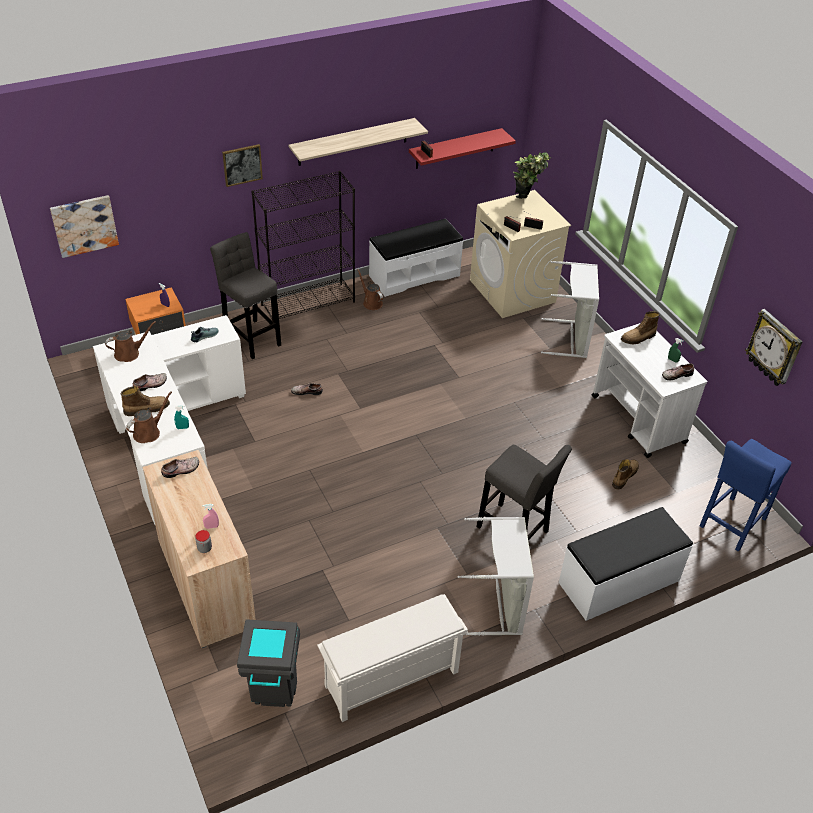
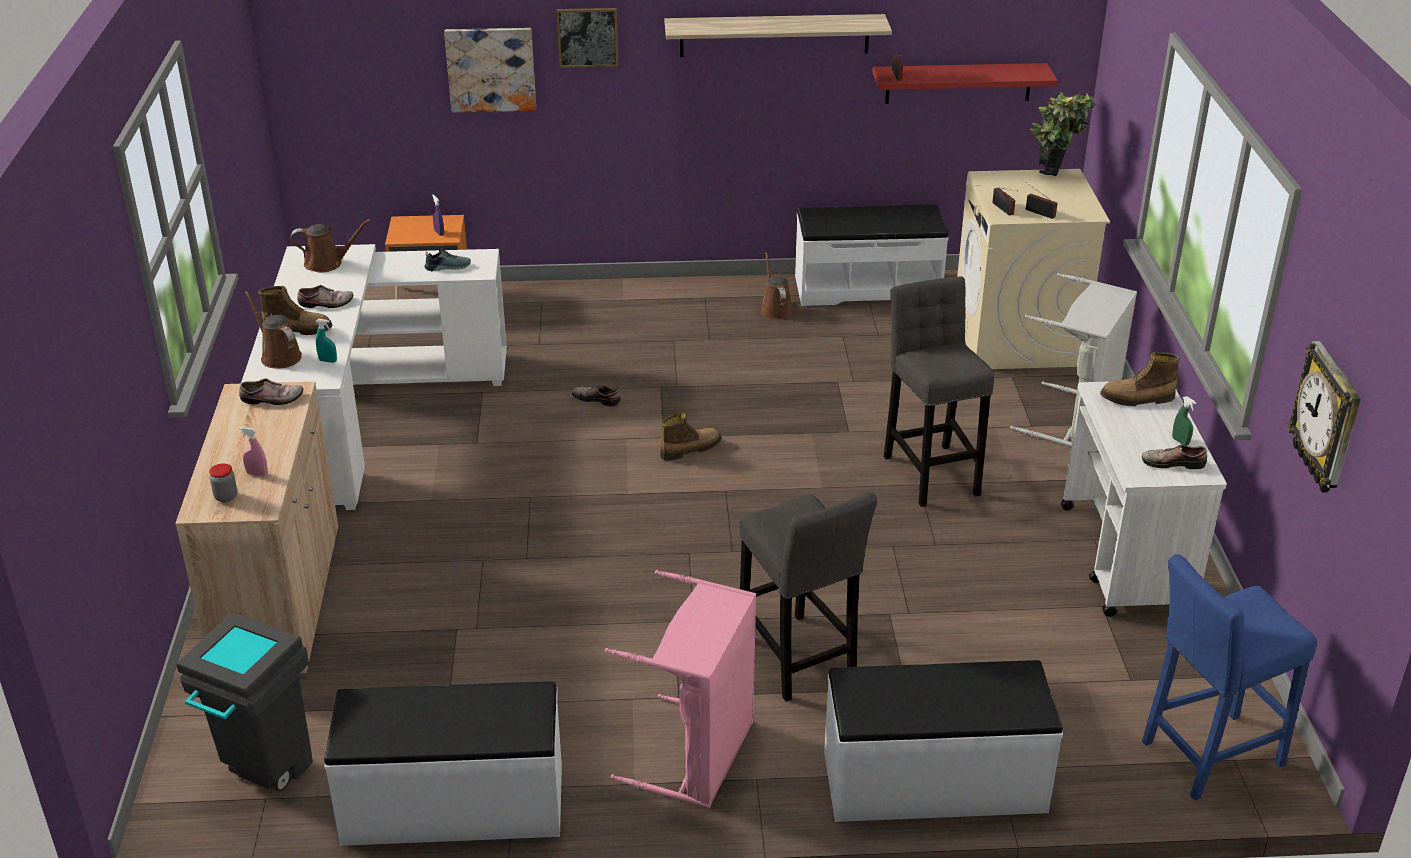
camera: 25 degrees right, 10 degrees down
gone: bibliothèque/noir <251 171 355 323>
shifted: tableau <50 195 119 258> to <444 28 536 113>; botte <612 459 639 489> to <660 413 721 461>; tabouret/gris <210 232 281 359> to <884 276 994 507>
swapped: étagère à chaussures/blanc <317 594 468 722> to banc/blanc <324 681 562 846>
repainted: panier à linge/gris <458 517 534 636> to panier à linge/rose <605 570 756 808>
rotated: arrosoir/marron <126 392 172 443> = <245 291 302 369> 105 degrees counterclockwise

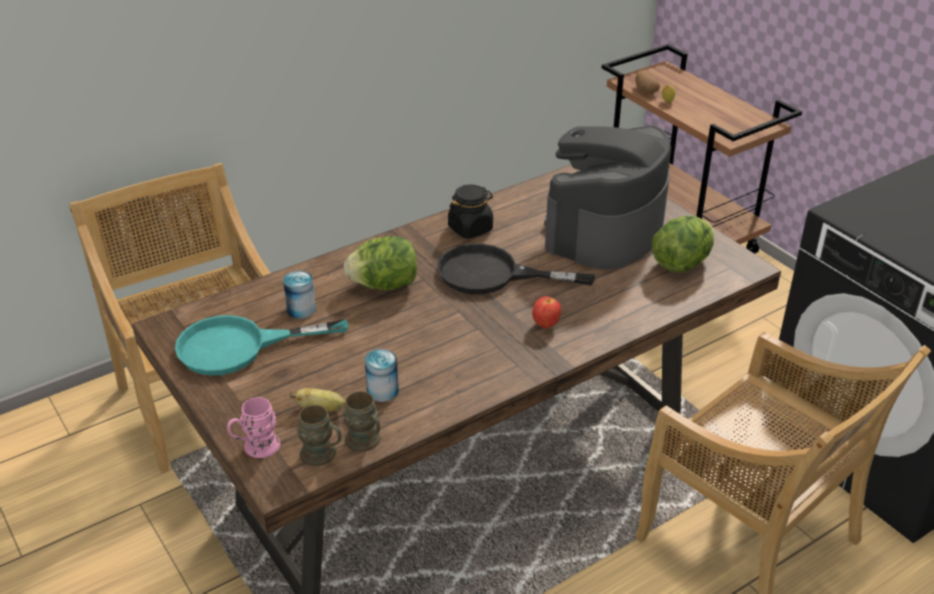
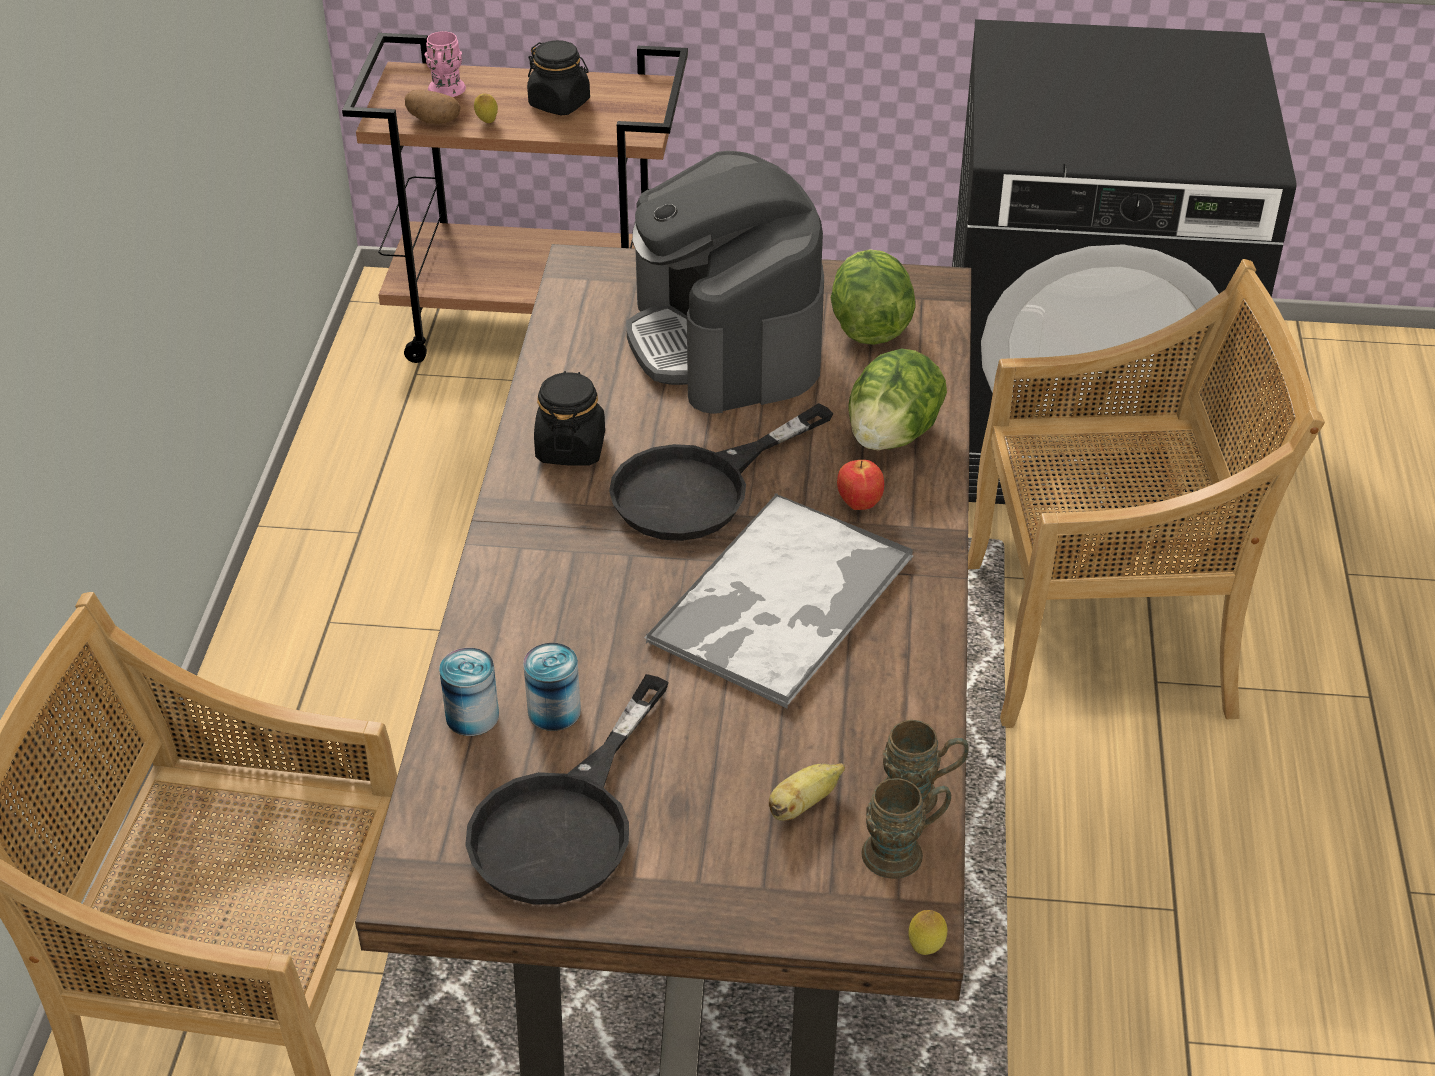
camera: 50 degrees left, 5 degrees up
new: bocal/noir <527 40 590 115>; plateau <644 493 914 708>; citron <908 910 947 955>
shifted: mug/rose <227 397 280 458> to <424 31 466 97>; boîte métallique <365 349 399 402> to <439 648 499 736>; laitue <344 236 417 290> to <848 349 947 450>
repainted: poêle/turquoise <175 315 348 376> to poêle/noir <465 674 668 905>

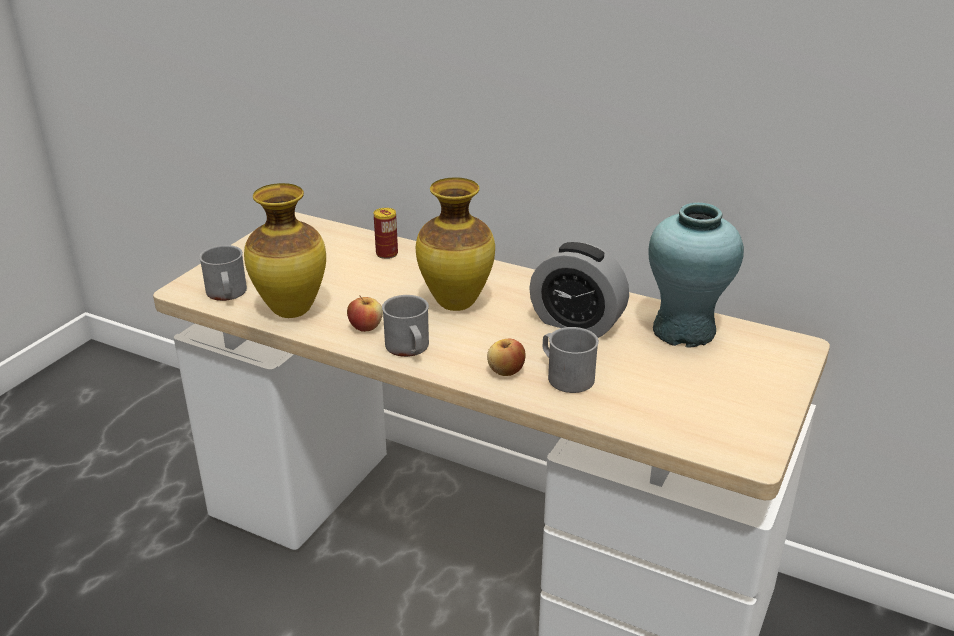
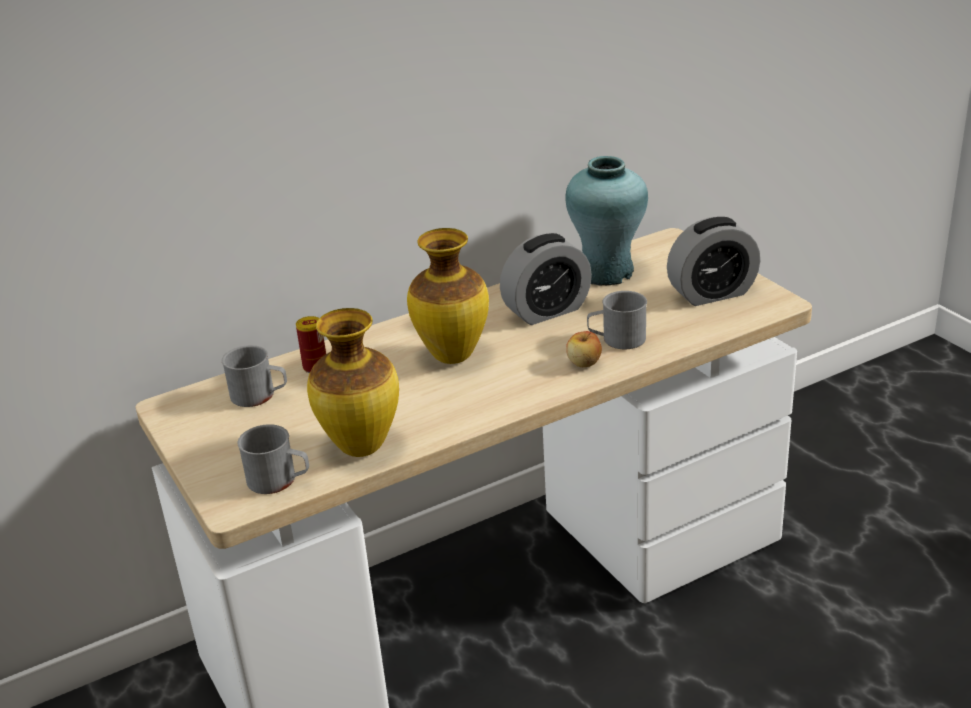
camera: 55 degrees left, 0 degrees up
gone: pomme <347 295 383 332>
new: réveil <667 217 760 306>
shifted: mug/gris <382 295 429 357> to <222 345 287 407>

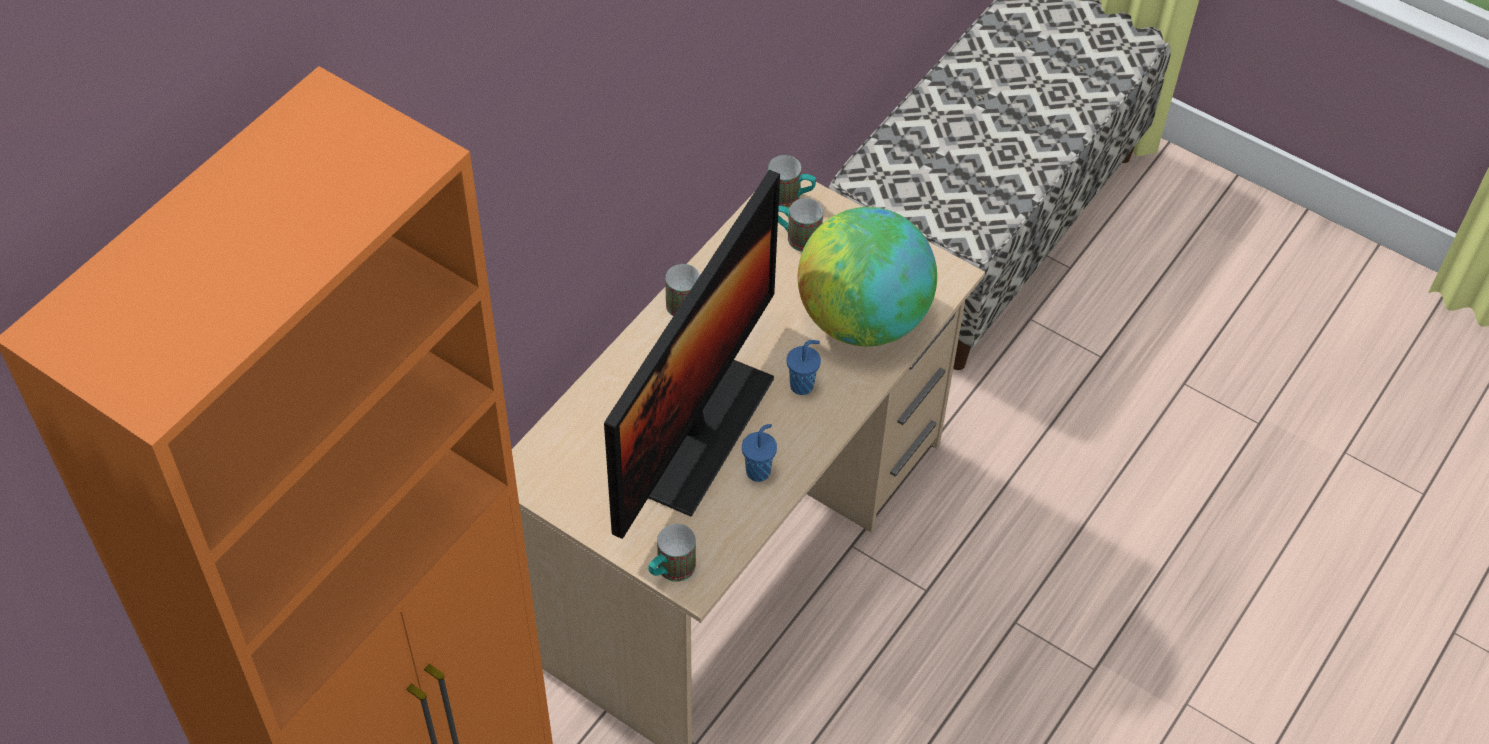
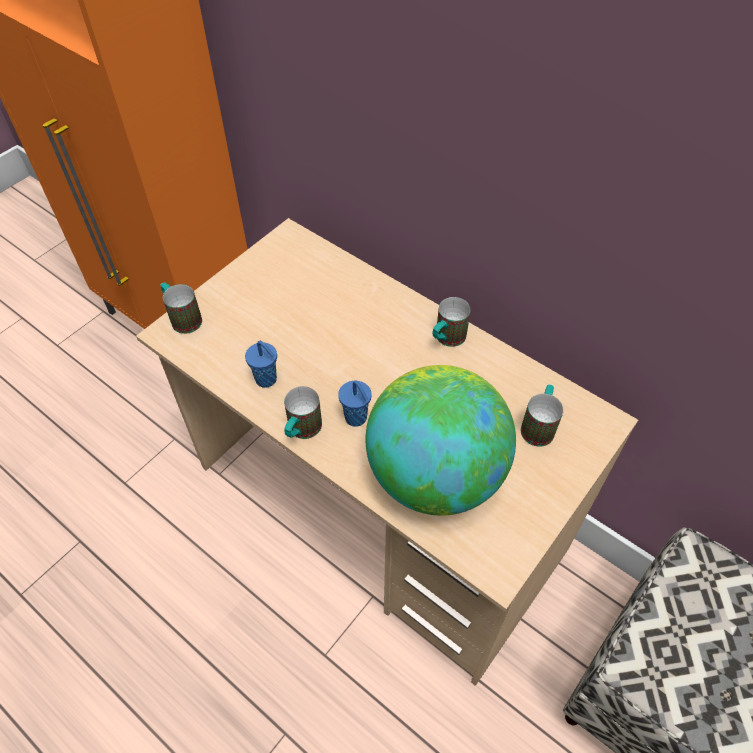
camera: 95 degrees right, 0 degrees up
gone: écran d'ordinateur <604 170 780 539>
shifted: mug <768 155 816 208> to <284 386 322 439>

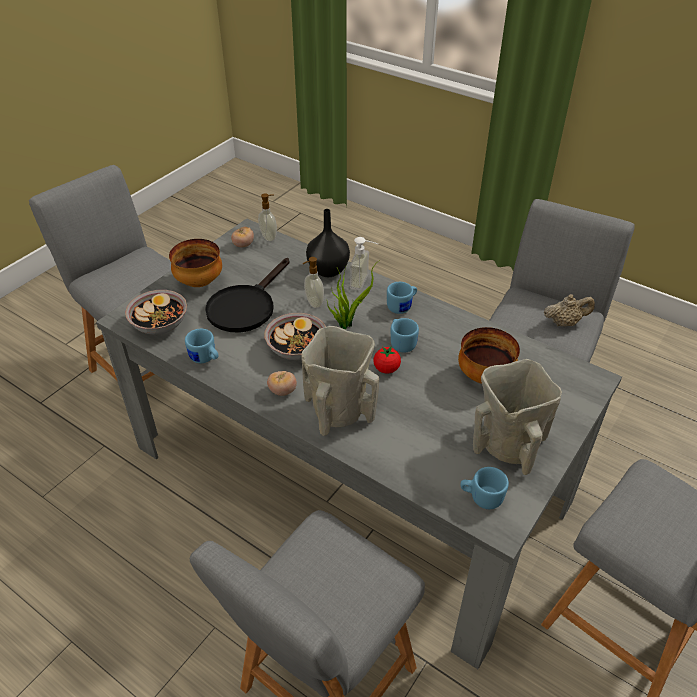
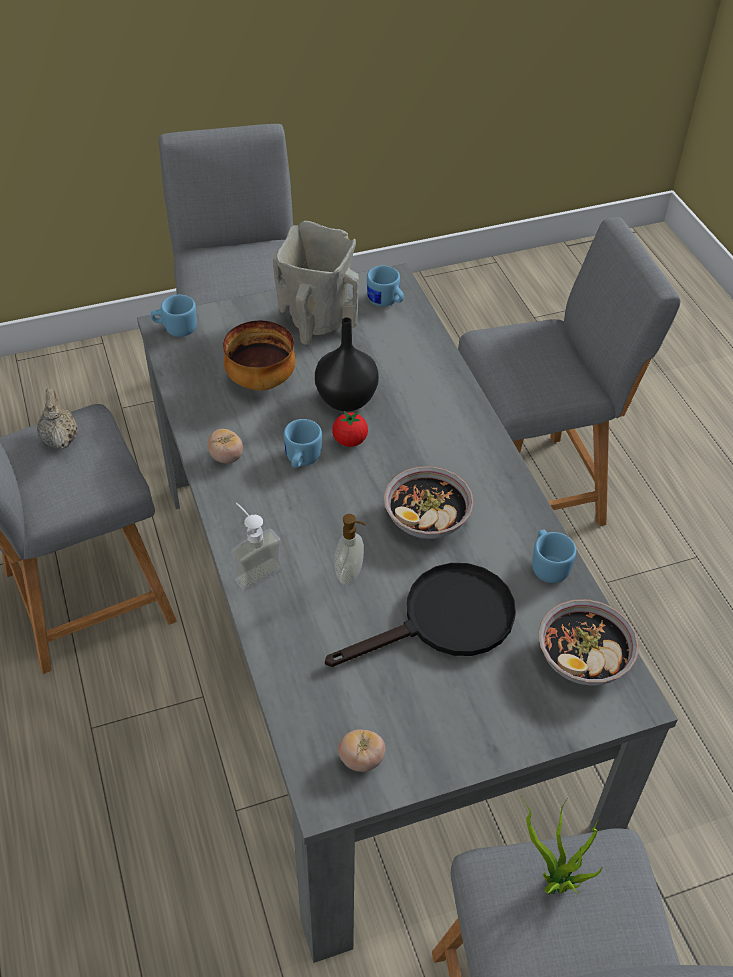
camera: 145 degrees left, 5 degrees up
gone: bol <169 239 222 287>; distributeur de savon <258 193 277 241>; vase/beige <301 326 379 436>
shifted: mug/bleu <387 282 417 314> to <151 295 197 337>; tomate <267 371 297 396> to <207 429 243 464>; vase/noir <306 209 350 277> to <315 317 379 411>; plante en pot <326 260 380 329> to <521 796 605 894>
rotated: théière/beige <544 294 595 326> = <37 388 78 449> 45 degrees clockwise

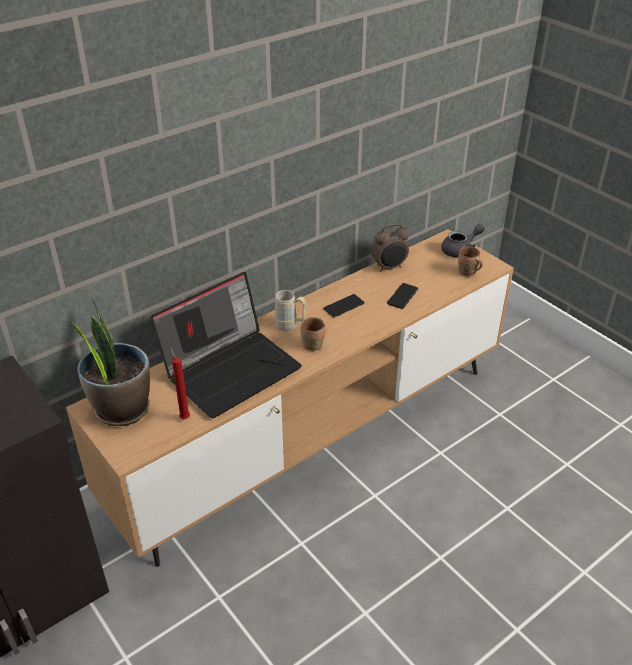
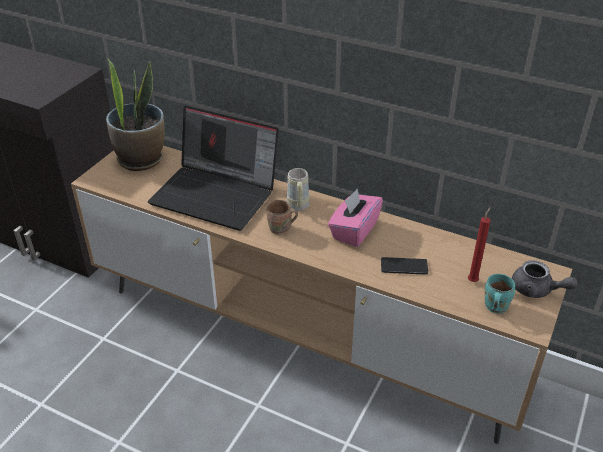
camera: 65 degrees right, 0 degrees up
gone: réveil <371 224 409 272>
shifted: bougie/rouge <170 348 190 419> to <468 207 491 282>
swapped: téléphone <323 294 364 317> to boîte à mouchoirs/rose <328 189 383 247>
repainted: mug/marron <458 246 483 277> to mug/turquoise <485 274 515 314>

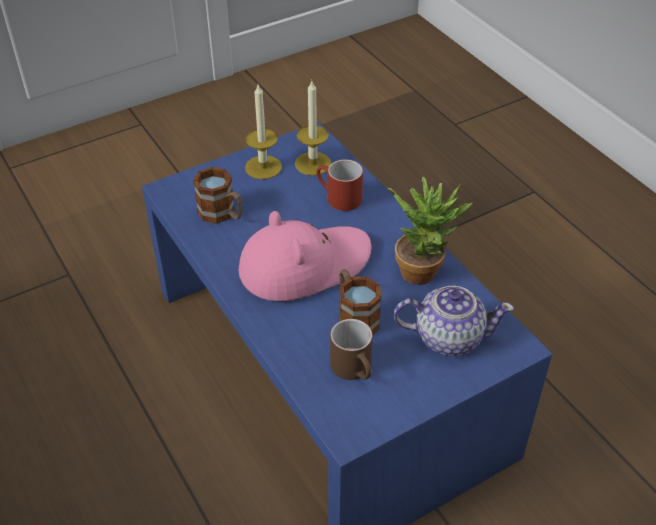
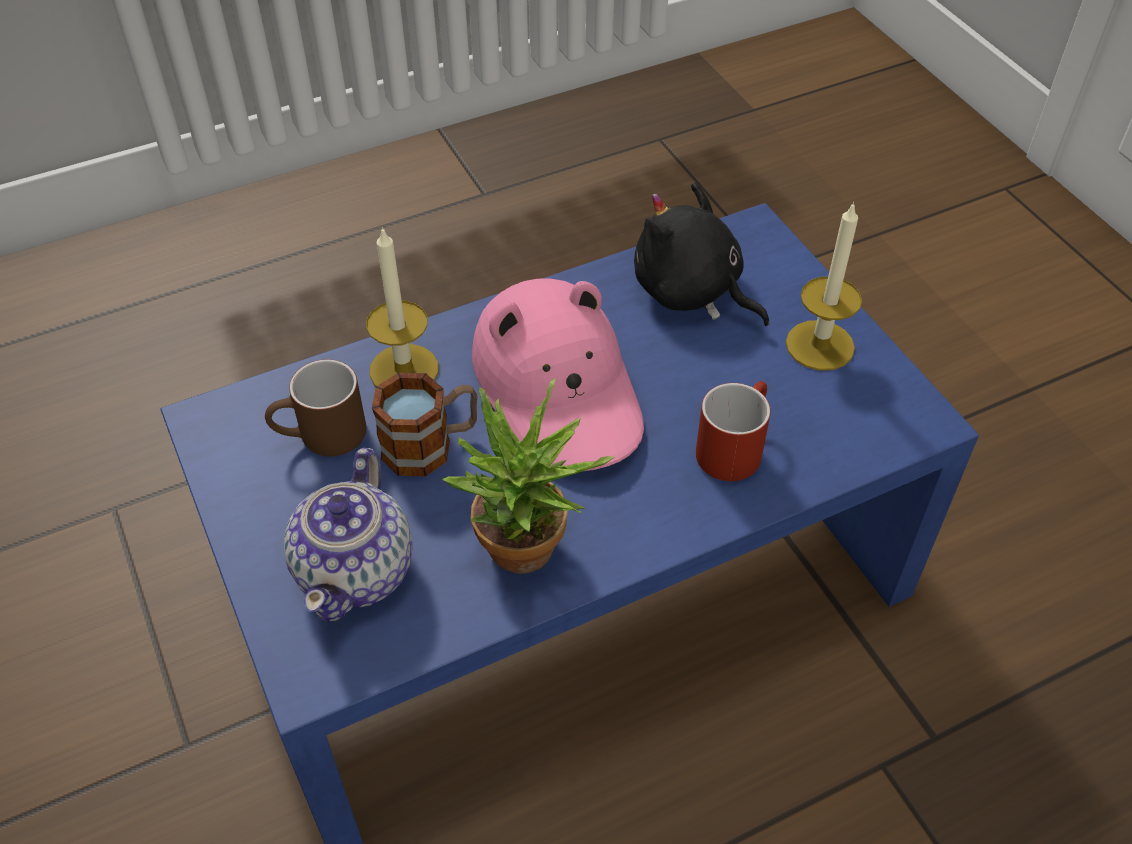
camera: 95 degrees right, 5 degrees up
shifted: bougie <295 79 331 176> to <366 226 439 387>
swapped: mug <193 167 242 224> to peluche/noir <634 183 769 326>

